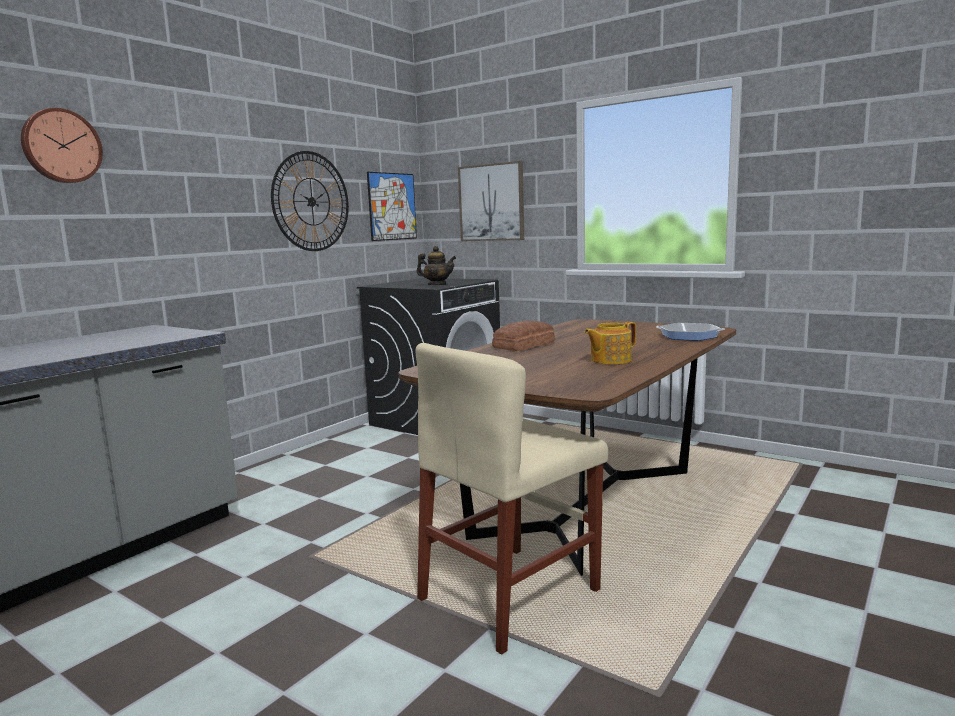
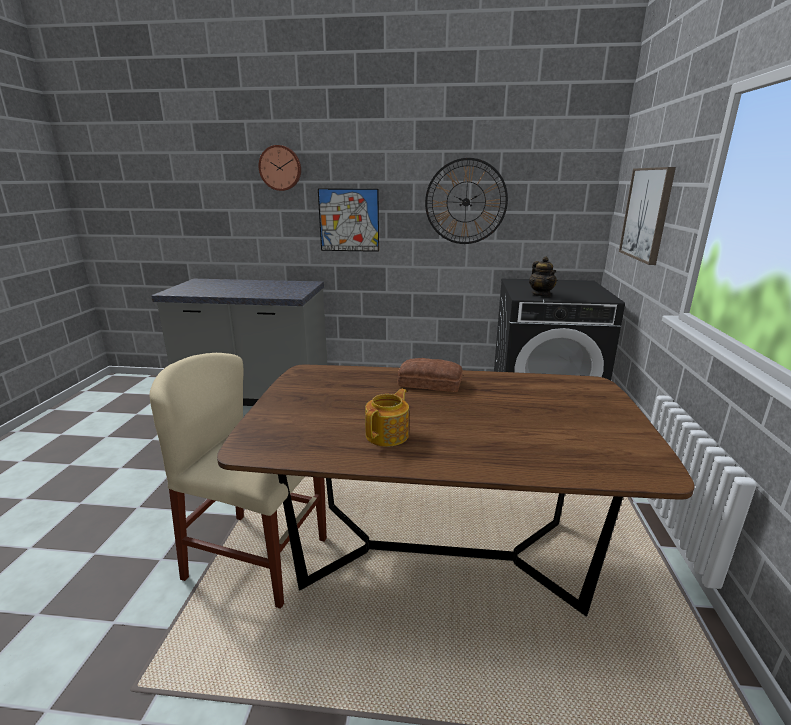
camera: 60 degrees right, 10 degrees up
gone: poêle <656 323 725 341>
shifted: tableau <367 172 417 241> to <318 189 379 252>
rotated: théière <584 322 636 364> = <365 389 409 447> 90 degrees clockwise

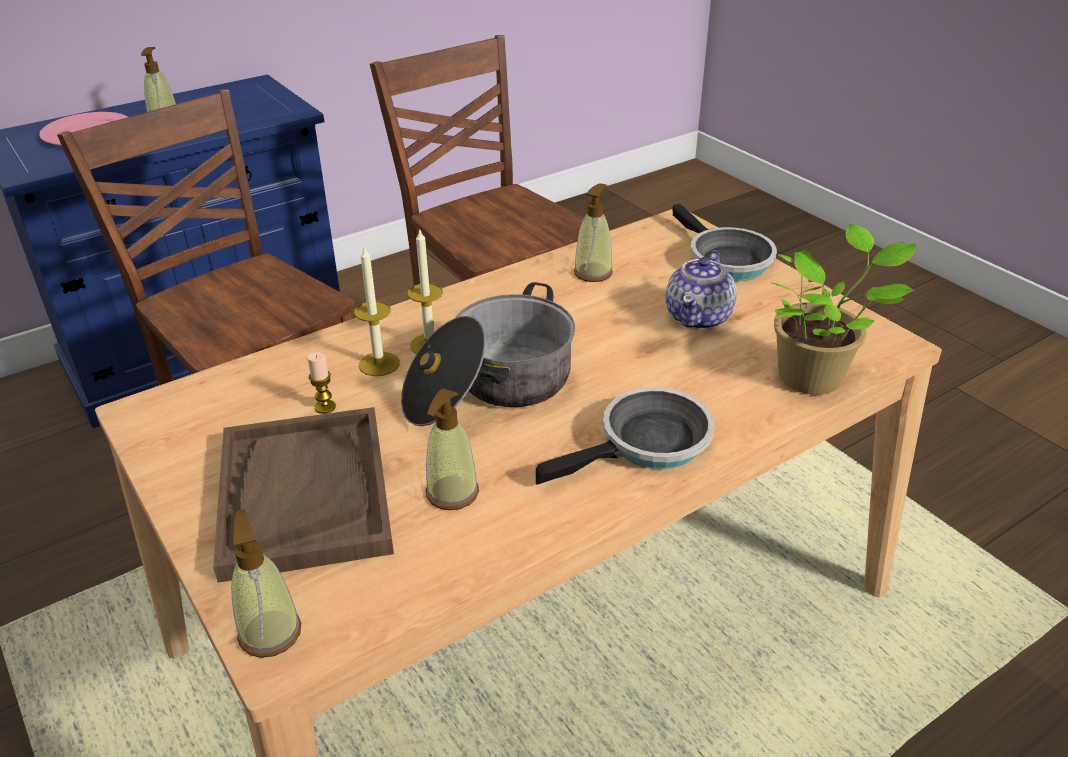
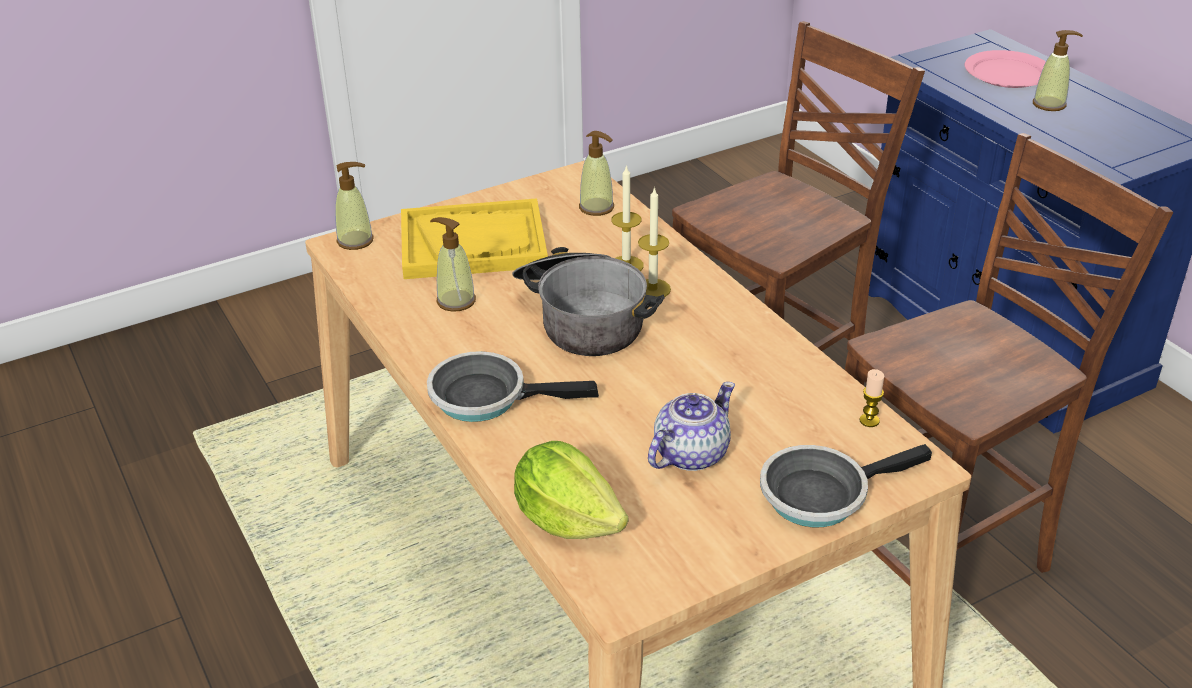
camera: 95 degrees right, 0 degrees up
shifted: distributeur de savon <574 183 613 282> to <579 131 614 216>; bougie <307 352 336 414> to <859 369 884 427>
swapped: plante en pot <771 223 917 395> to laitue <514 441 628 539>
repainted: plateau/marron <213 407 394 583> to plateau/jaune <401 198 548 279>
rotated: poêle <536 387 715 485> = <427 351 599 422> 120 degrees clockwise; théière <665 250 737 330> = <648 382 735 471> 105 degrees clockwise

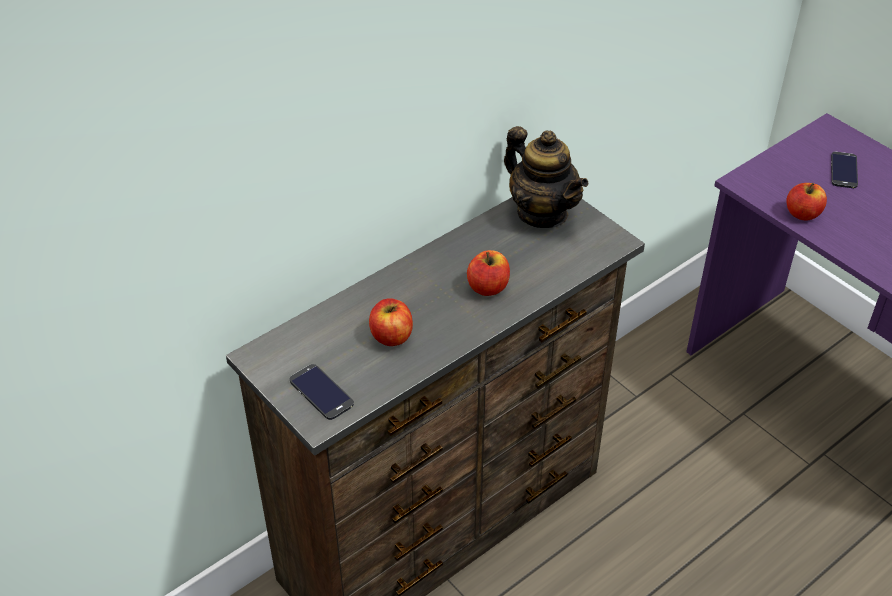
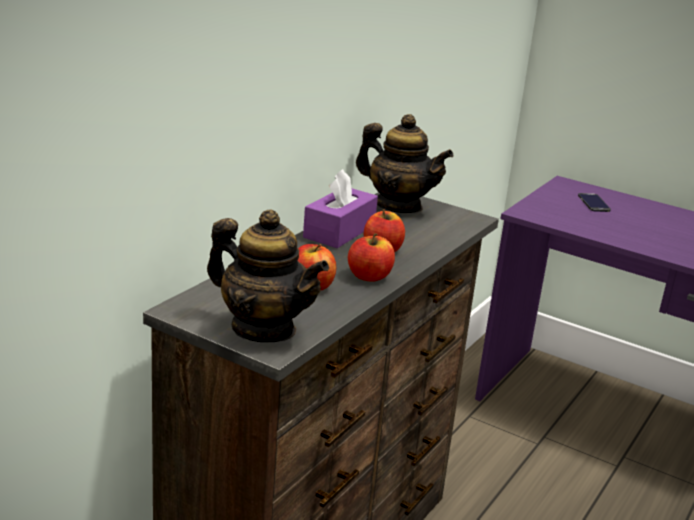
camera: 20 degrees left, 20 degrees down
new: boîte à mouchoirs/violet <303 169 378 248>
shifted: pomme <786 183 827 221> to <348 233 395 282>
swapped: téléphone <290 364 354 420> to théière <207 210 329 342>

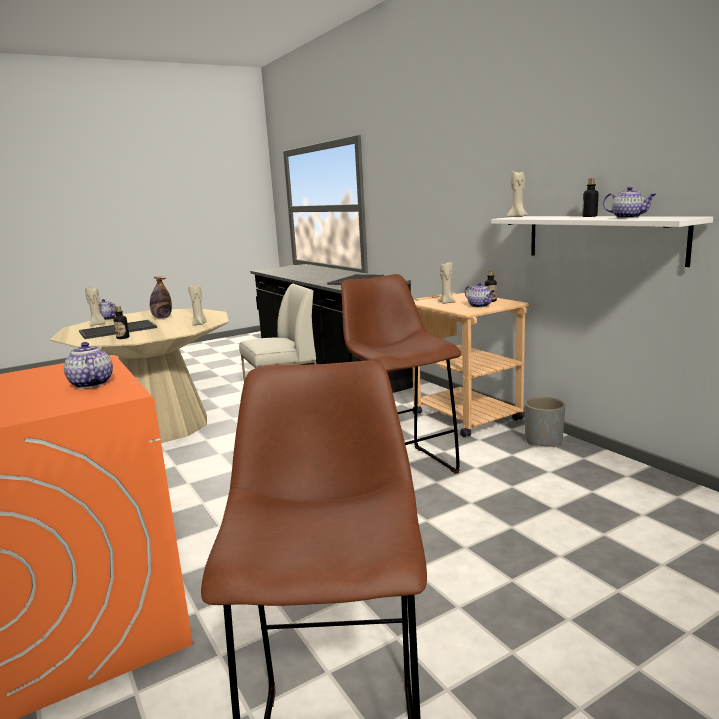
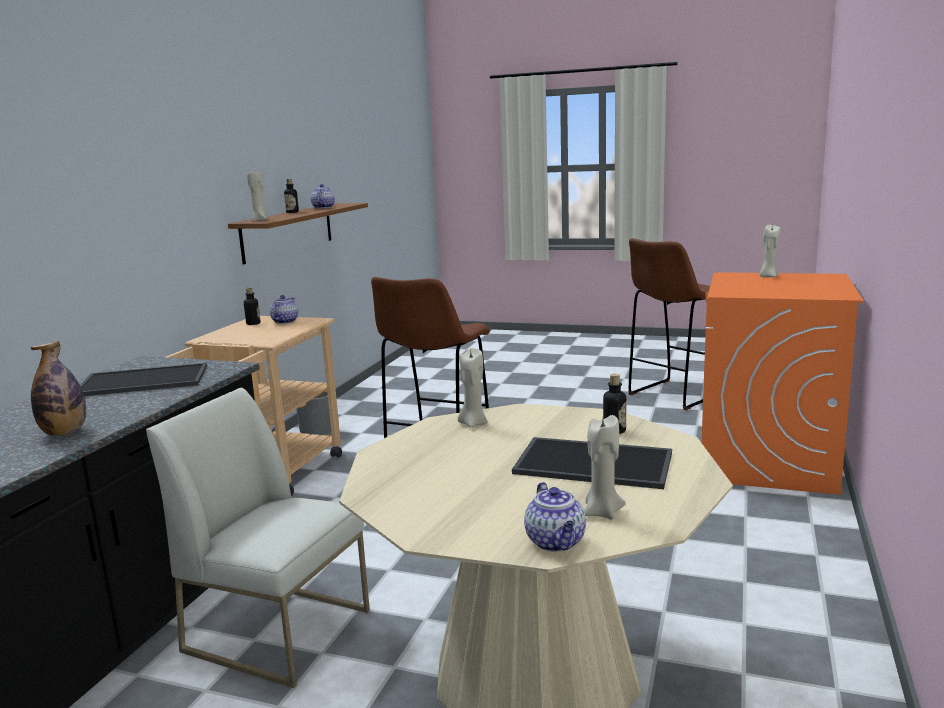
camera: 130 degrees left, 0 degrees up
gone: théière <64 342 113 389>
shifted: bouteille <150 276 172 318> to <30 341 86 436>; bougie/beige <438 262 456 304> to <759 225 780 277>
repainted: étagère/blanc <491 216 713 267> to étagère/marron <228 203 368 264>

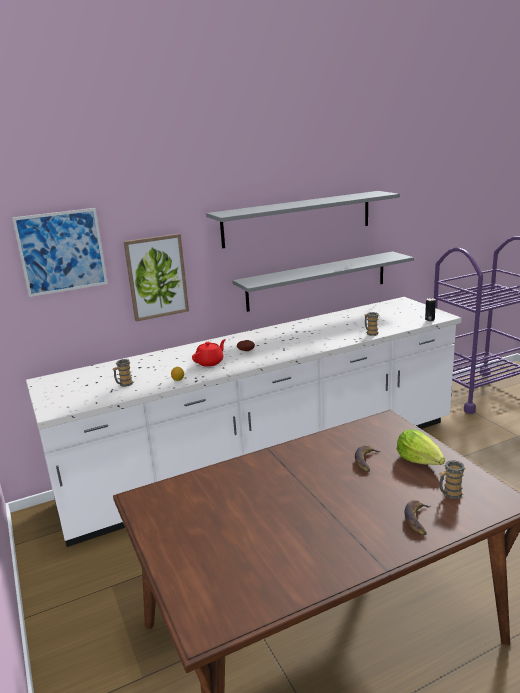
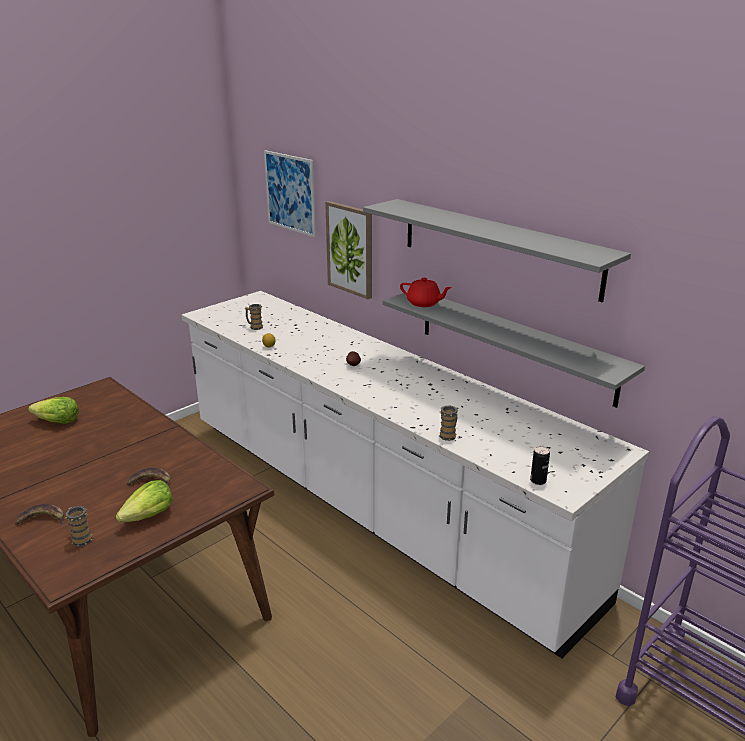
camera: 70 degrees right, 5 degrees up
new: laitue <28 397 79 424>
shifted: théière/rouge <192 339 226 367> to <400 278 452 307>

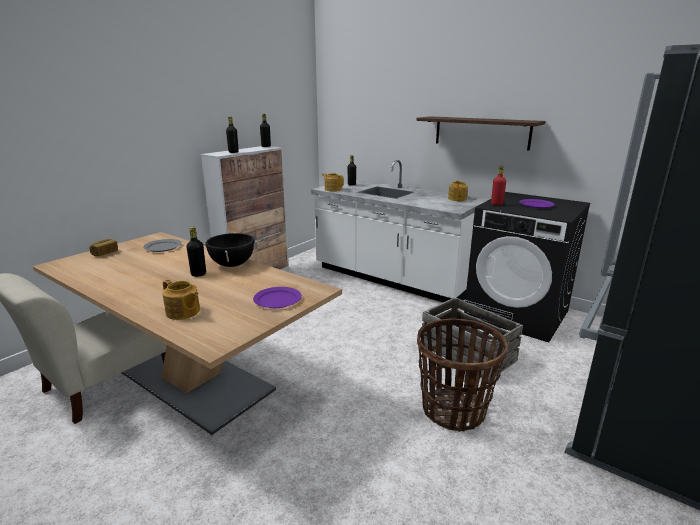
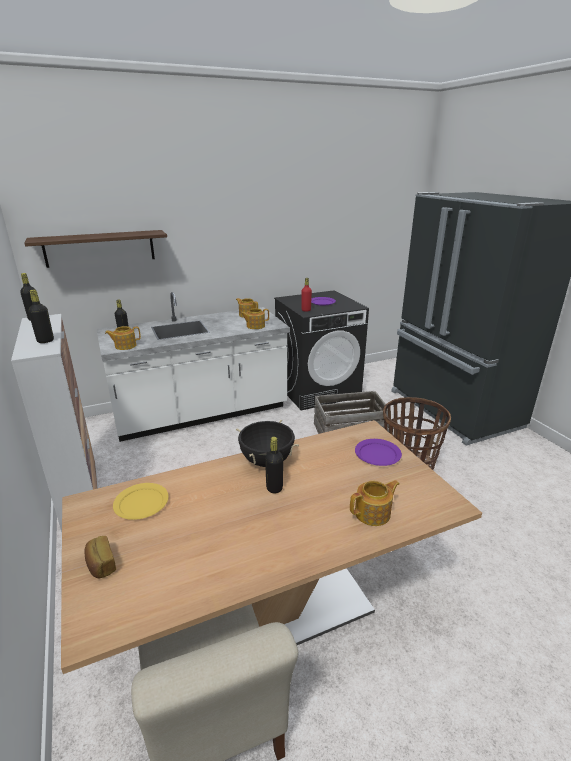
camera: 60 degrees left, 5 degrees up
new: théière <240 308 269 329>
shifted: étagère <416 116 545 151> to <25 230 167 268>
repainted: assiette/gris <143 239 182 252> to assiette/jaune <113 483 169 520>

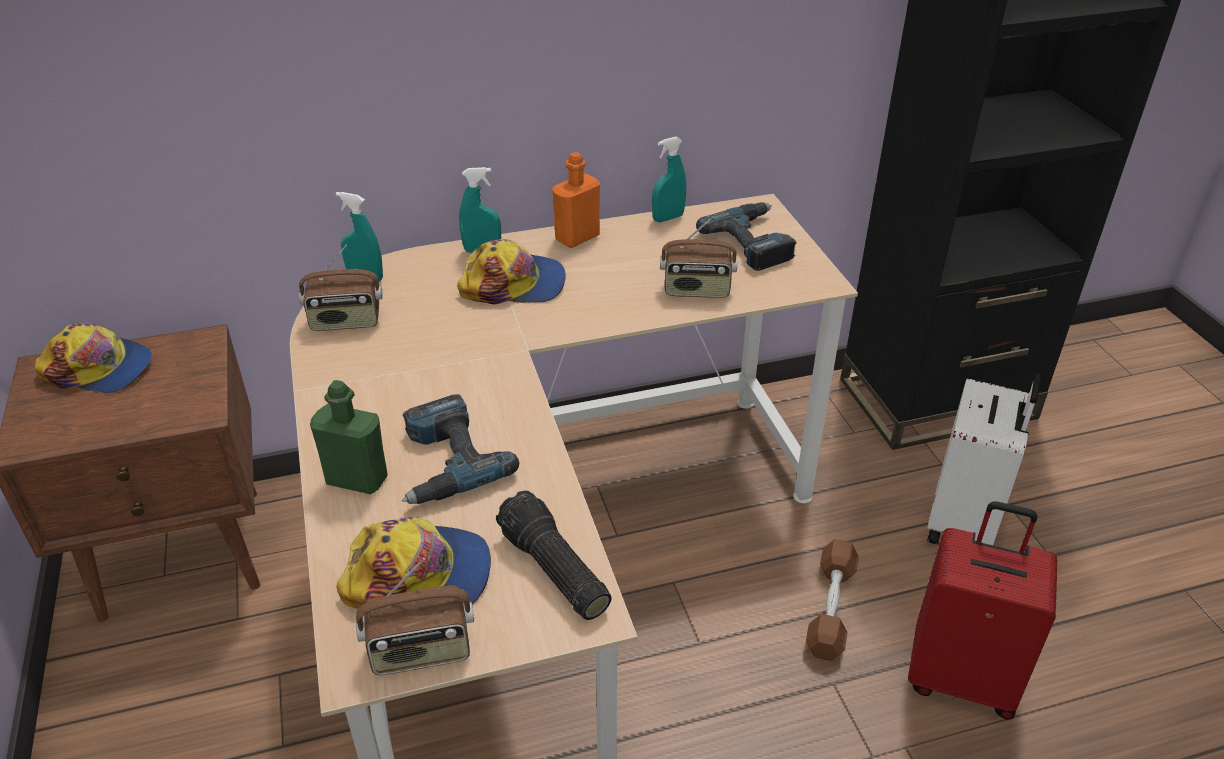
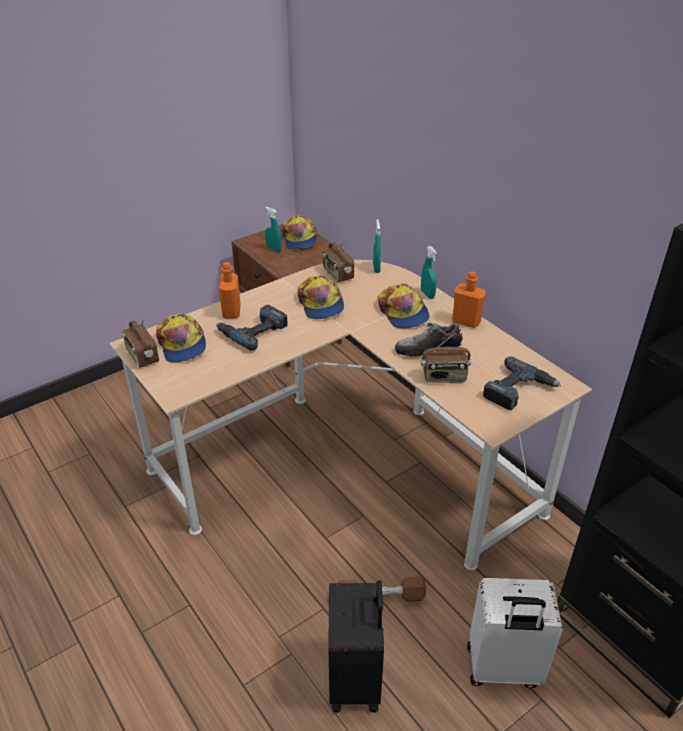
camera: 70 degrees right, 0 degrees up
gone: lampe de poche <496 490 612 620>
new: casquette <298 275 344 319>; chaussure <395 323 462 356>
shifted: vaporisateur/turquoise <652 137 686 222> to <265 207 282 252>
repainted: bouteille/vert <310 380 388 494> to bouteille/orange <219 262 241 319>; valise/rouge <908 501 1057 719> to valise/noir <329 580 384 713>
rotated: radio <660 216 737 298> = <421 332 471 383> 75 degrees counterclockwise

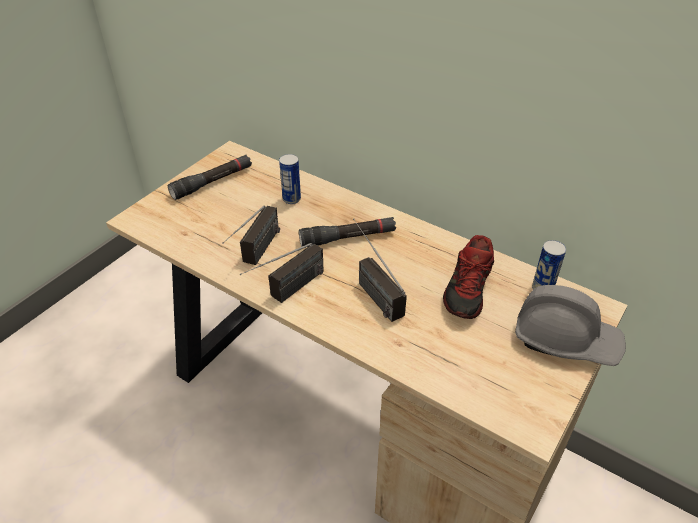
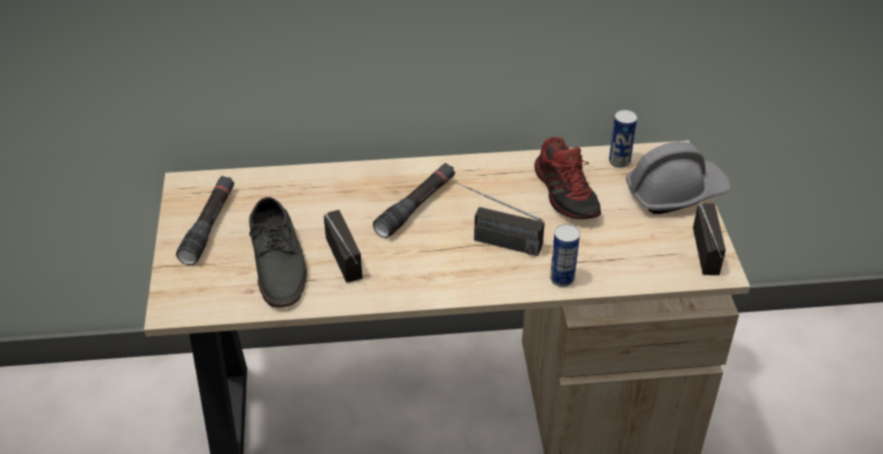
camera: 40 degrees left, 0 degrees up
new: chaussure/gris <249 197 307 308>
shifted: boîte métallique <279 154 301 204> to <550 224 580 287>; radio <240 243 324 303> to <693 203 726 275>

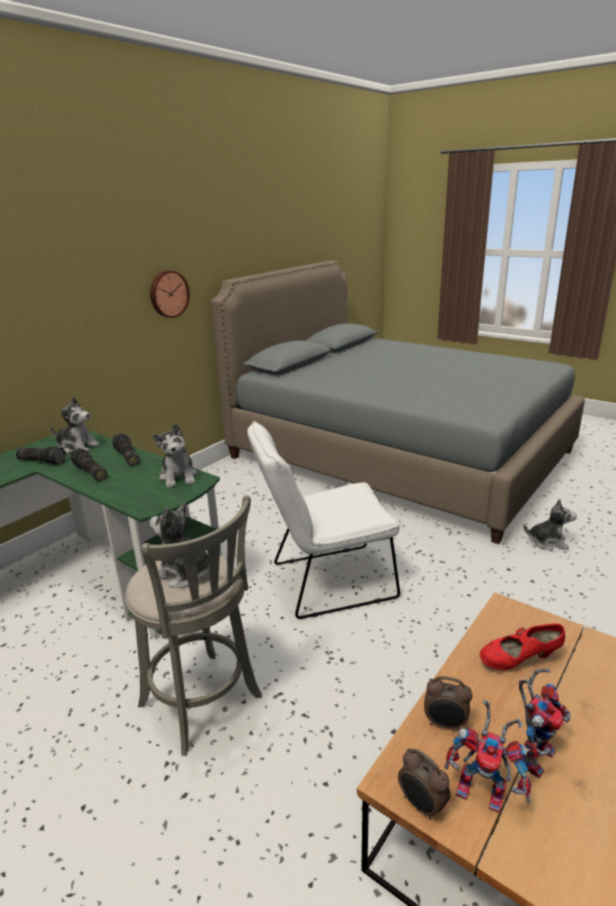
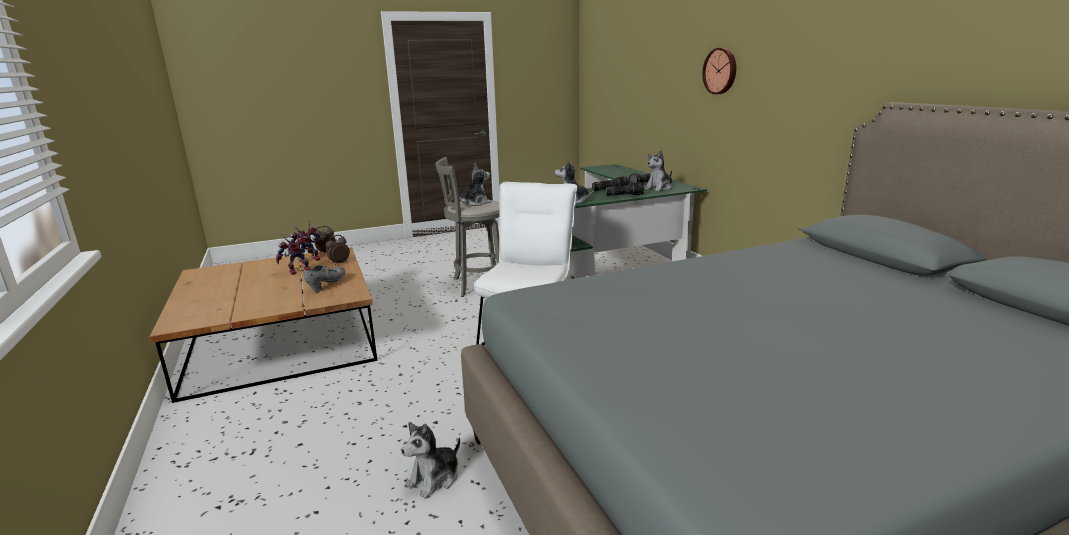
camera: 120 degrees right, 5 degrees down
shifted: horloge murale <150 270 190 318> to <702 48 736 94>
repainted: chaussure/rouge <480 623 565 670> to chaussure/gris <304 265 346 293>
rotated: robot jouet <519 668 571 778> = <276 229 314 275> 75 degrees clockwise

